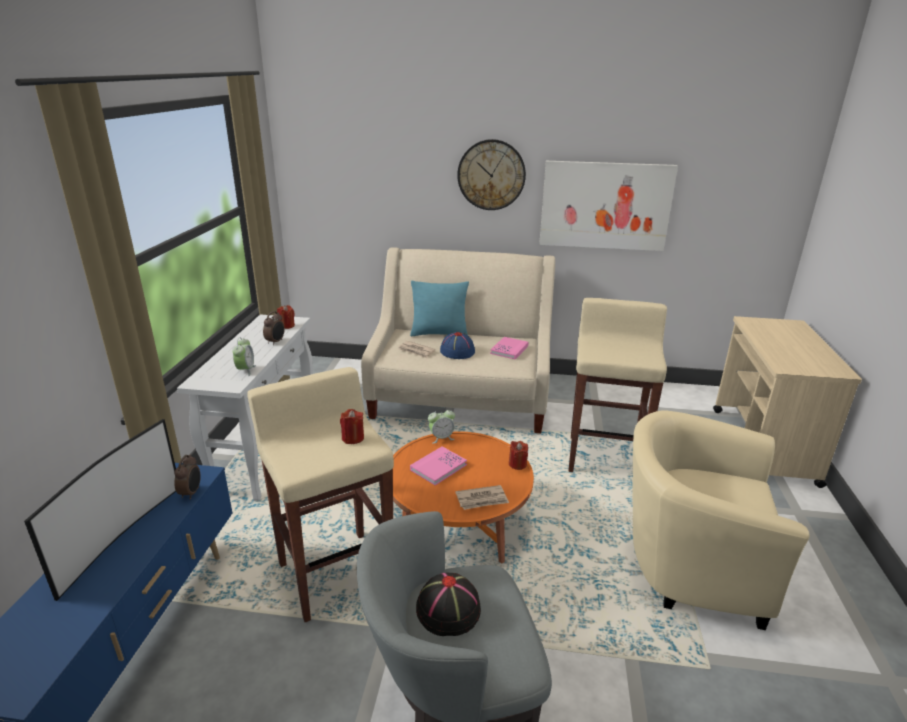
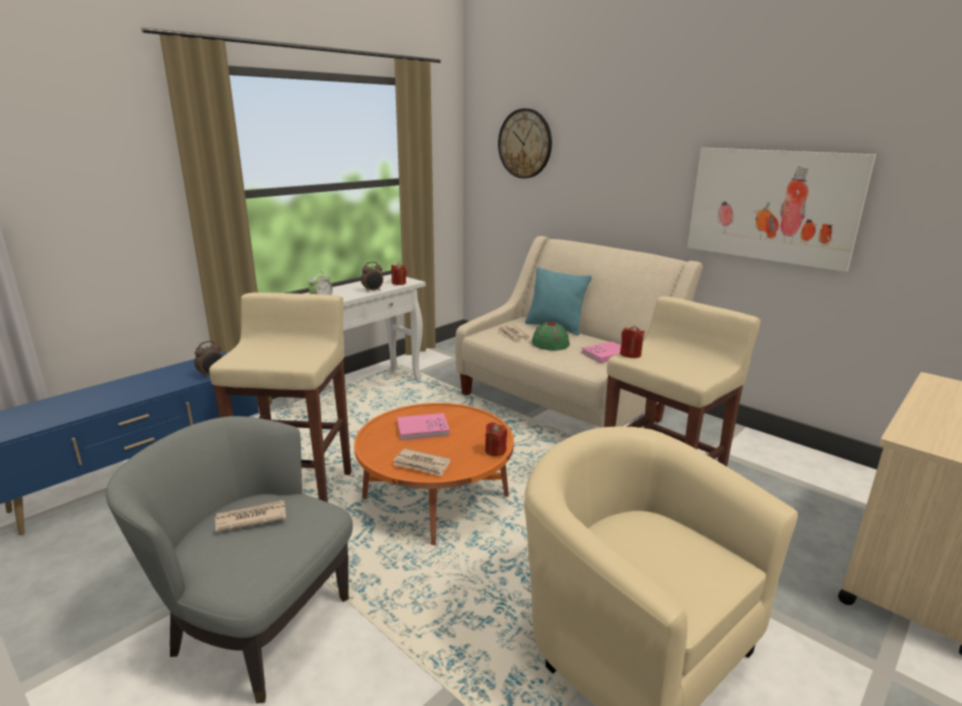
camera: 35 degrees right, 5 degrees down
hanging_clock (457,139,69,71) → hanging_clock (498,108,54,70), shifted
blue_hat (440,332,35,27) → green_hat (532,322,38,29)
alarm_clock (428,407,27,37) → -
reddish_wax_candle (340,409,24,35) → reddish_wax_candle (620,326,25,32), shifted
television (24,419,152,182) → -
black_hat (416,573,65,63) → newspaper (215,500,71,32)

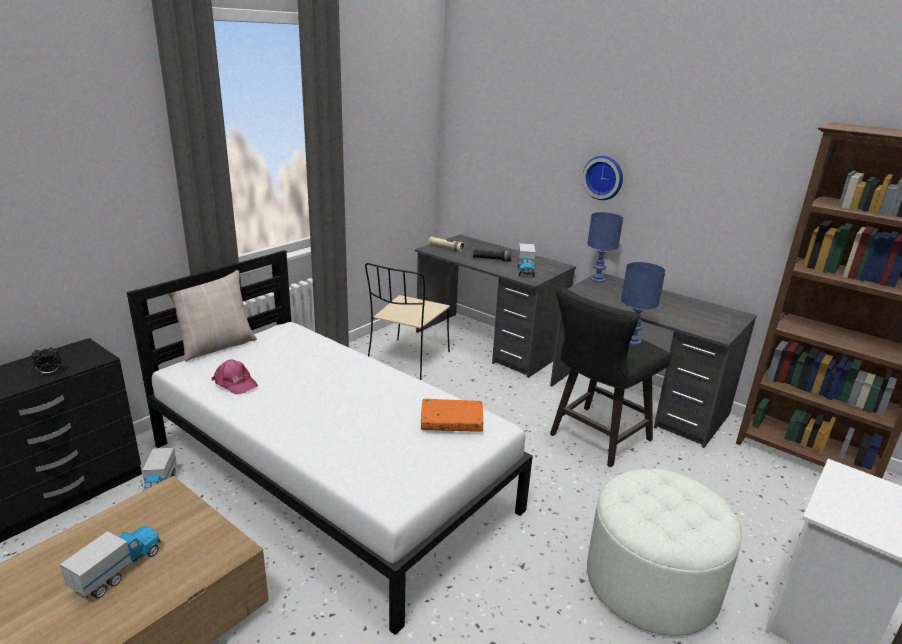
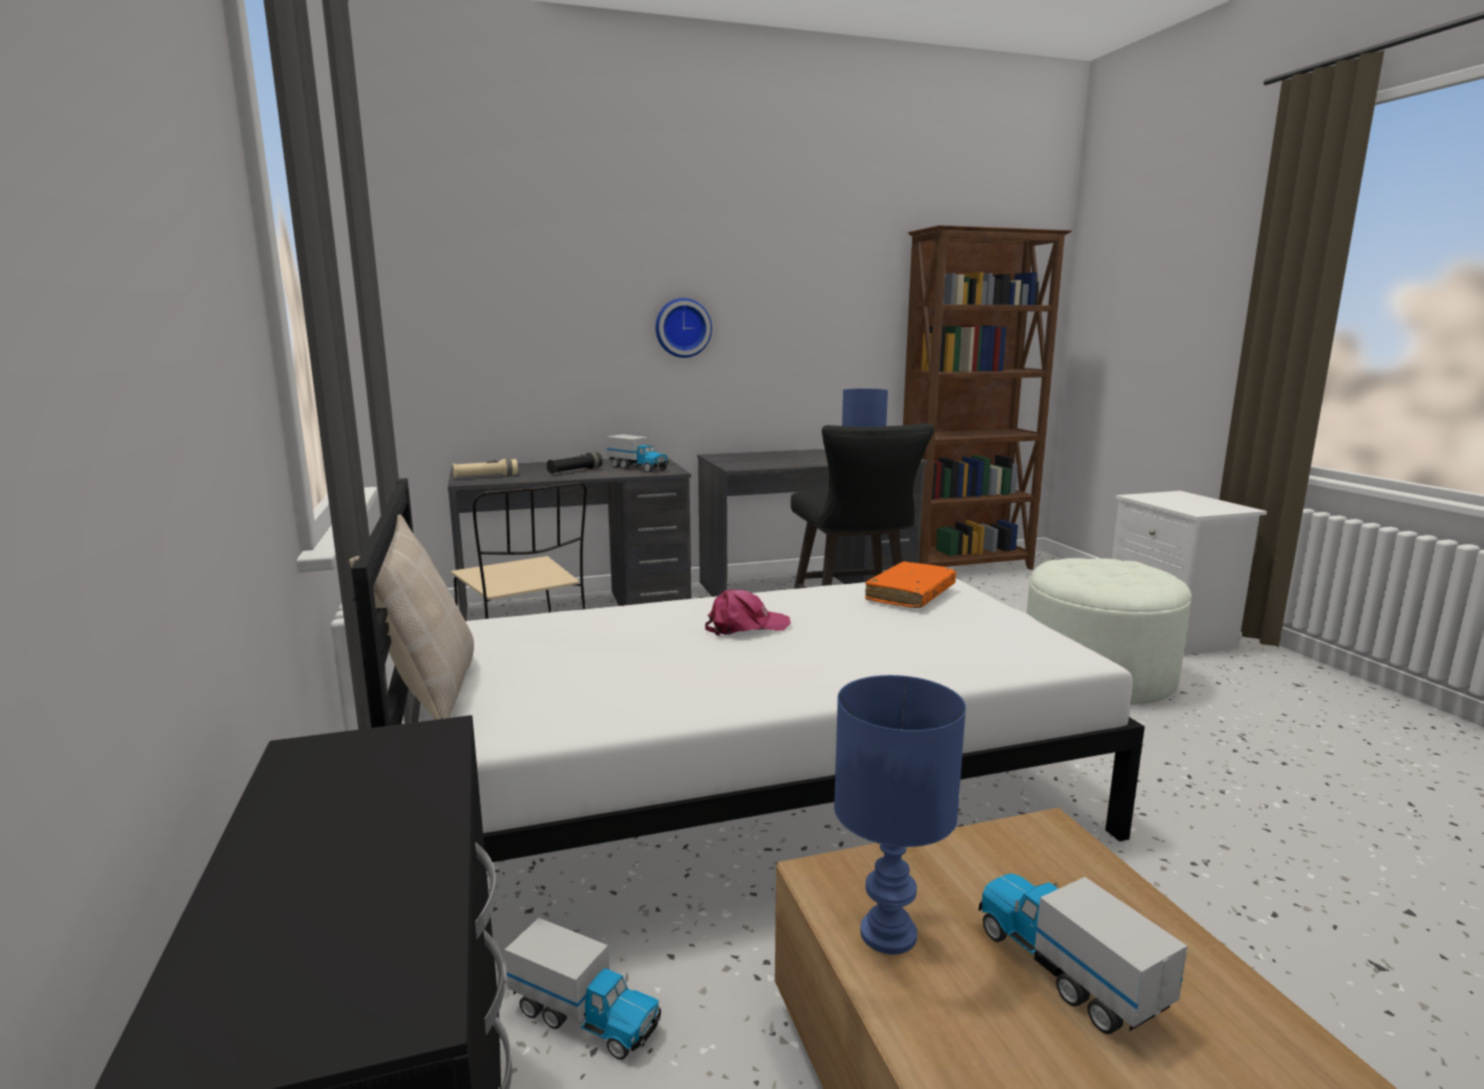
camera: 55 degrees left, 10 degrees down
blue_tabletop_lamp (587,212,36,71) → blue_tabletop_lamp (834,675,132,279), shifted
alarm_clock (31,345,30,30) → -
pink-coloured_baseball_cap (212,359,46,36) → pink-coloured_baseball_cap (705,590,86,46), shifted

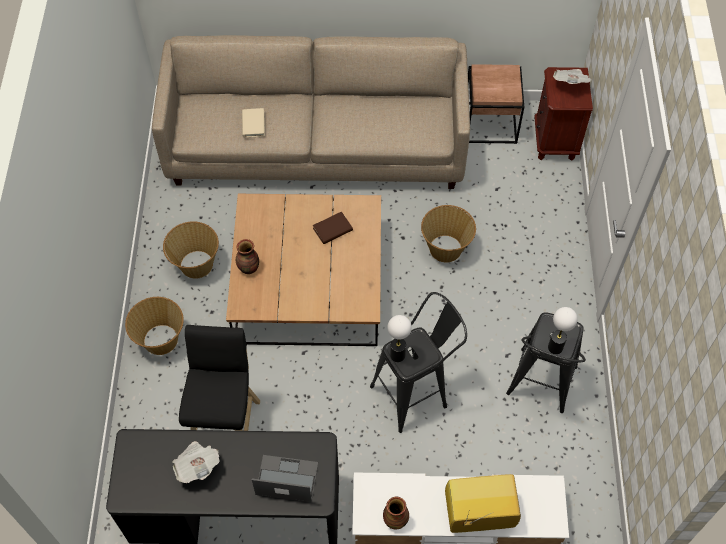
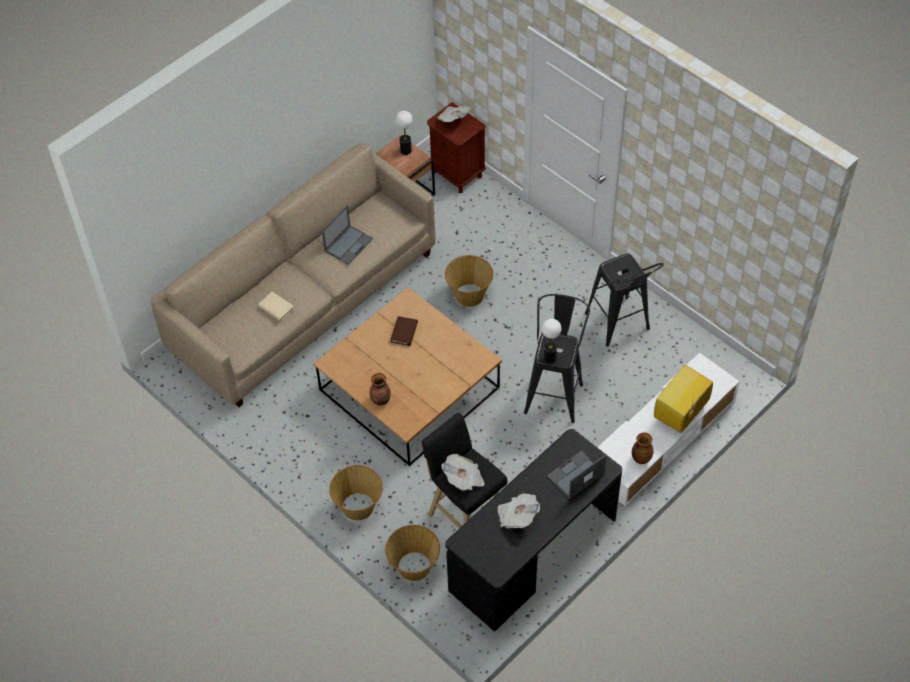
camera: 45 degrees left, 5 degrees down
household_basket (163,221,56,58) → household_basket (385,525,55,56), shifted
tabletop_lamp (548,307,30,47) → tabletop_lamp (395,111,18,44), shifted
- → notebook_computer (322,205,51,60)
- → newspaper (441,454,44,37)

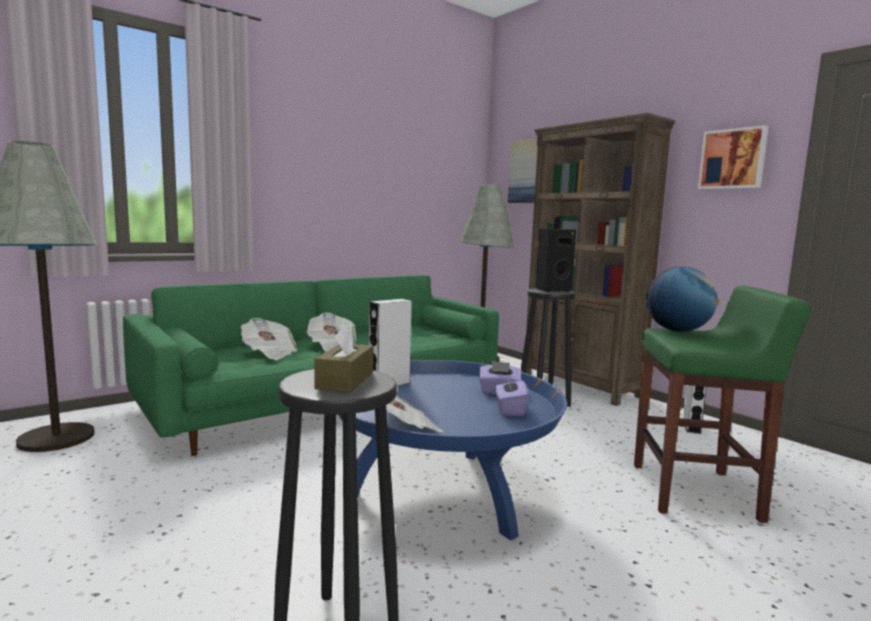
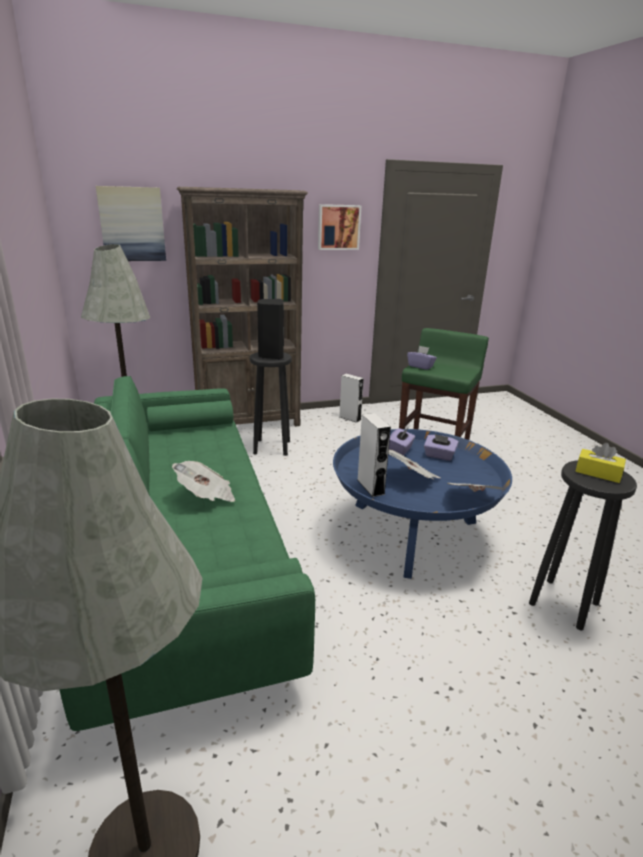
camera: 70 degrees left, 15 degrees up
world_globe (646,266,73,66) → purple-coloured_box_of_tissues (407,346,30,24)
newspaper (241,318,56,42) → newspaper (388,450,52,29), shifted
brown-coloured_box_of_tissues (314,323,59,70) → yellow_box_of_tissues (575,443,51,40)

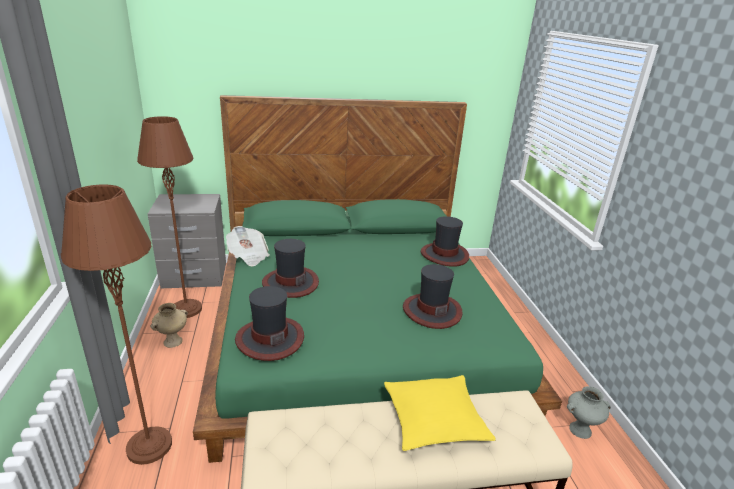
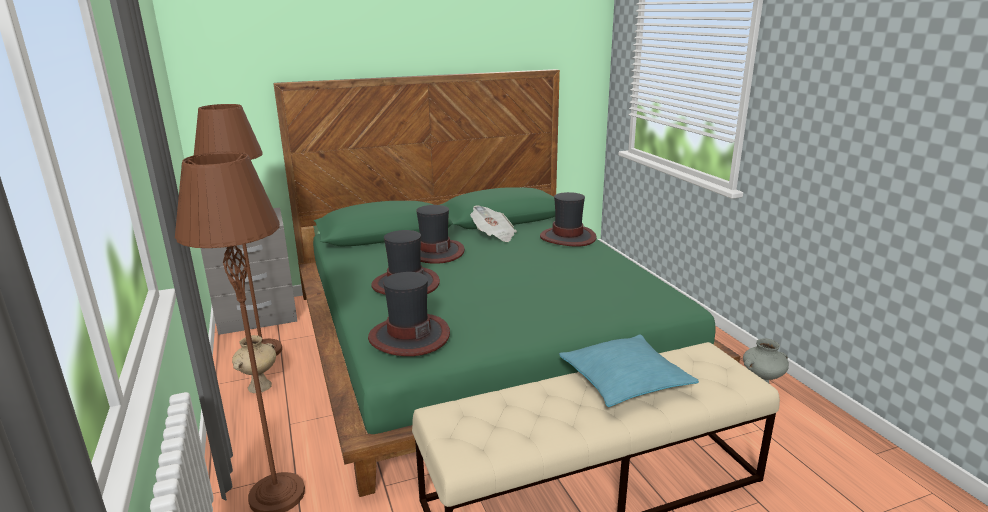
camera: 10 degrees left, 5 degrees down
newspaper (226,226,44,41) → newspaper (470,205,47,37), shifted
hat (403,264,60,65) → hat (416,205,49,59), shifted
yellow_throw_pillow (384,375,112,76) → turquoise_throw_pillow (559,335,140,72)

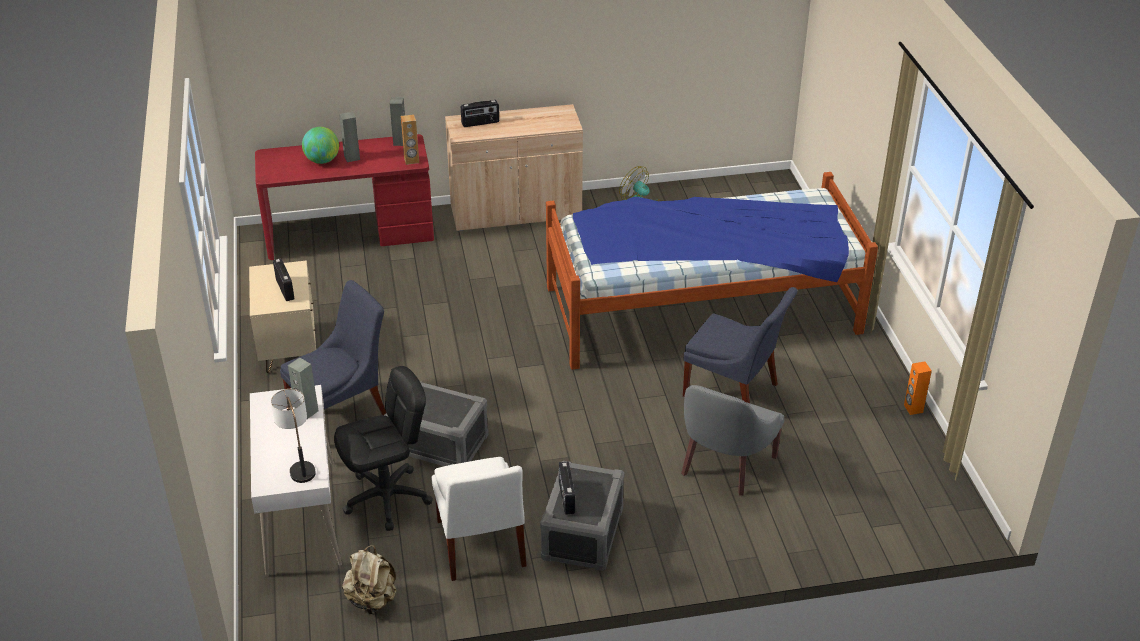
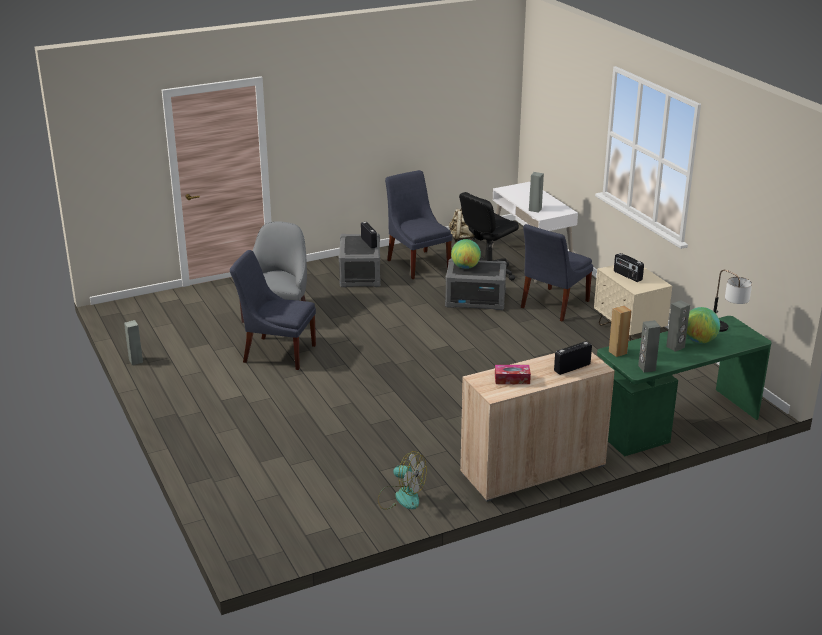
camera: 165 degrees right, 10 degrees down
reddish_desk_unit (255,134,179,126) → green_desk_unit (597,316,175,140)
sleeping_bed (546,172,332,198) → -
orange-coloured_loudspeaker (904,362,28,53) → grey_loudspeaker (124,320,19,45)
tabletop_lamp (271,389,45,94) → tabletop_lamp (714,270,38,62), shifted
white-coloured_chair (431,457,96,124) → blue_chair (385,170,67,109)
- → world_globe (451,239,30,30)
- → box_of_tissues (495,365,36,19)

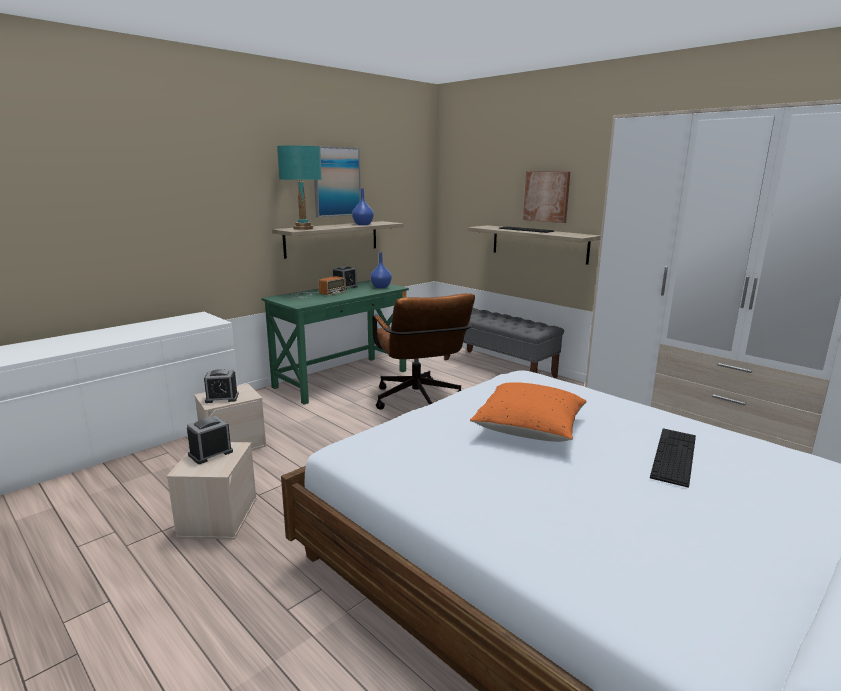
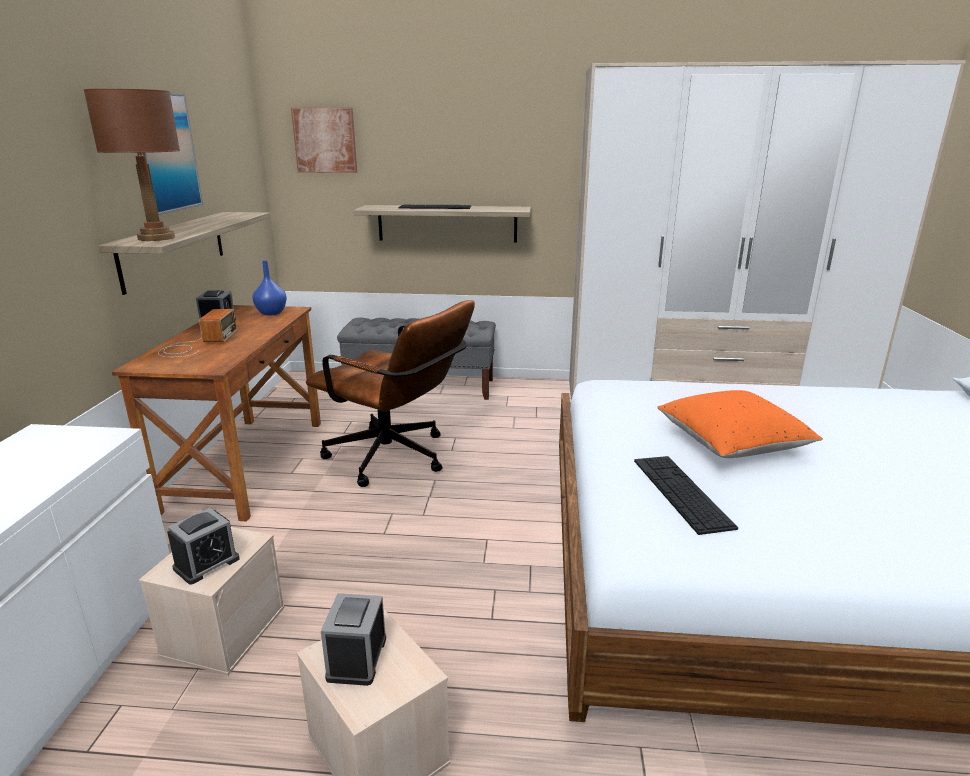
camera: 40 degrees left, 5 degrees up
turquoise_tabletop_lamp (277,145,45,85) → brown-coloured_tabletop_lamp (84,88,96,153)
picture (523,171,47,52) → picture (291,108,66,65), shifted
blue_decorative_vase (352,188,22,37) → -
green_desk_unit (261,280,148,125) → brown-coloured_desk_unit (112,305,209,216)
keyboard (650,428,46,60) → keyboard (634,456,104,79), shifted

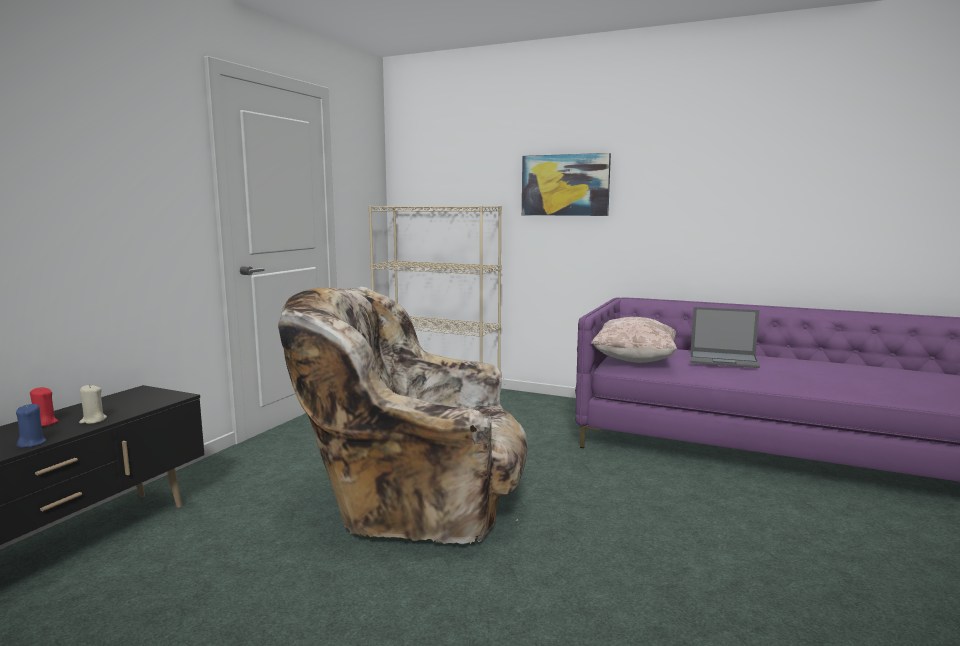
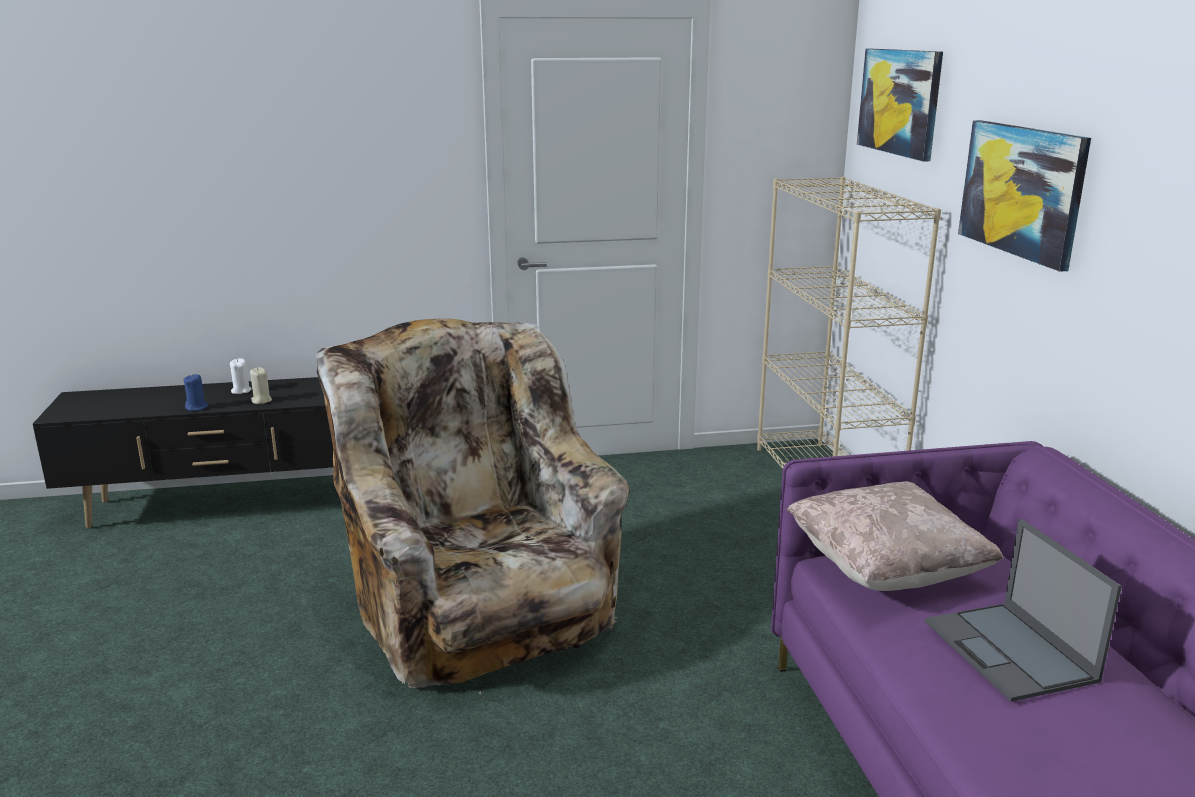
camera: 55 degrees right, 10 degrees up
reddish_wax_candle (30,387,28,40) → white-coloured_wax_candle (230,358,22,36)
- → picture (857,49,86,112)

